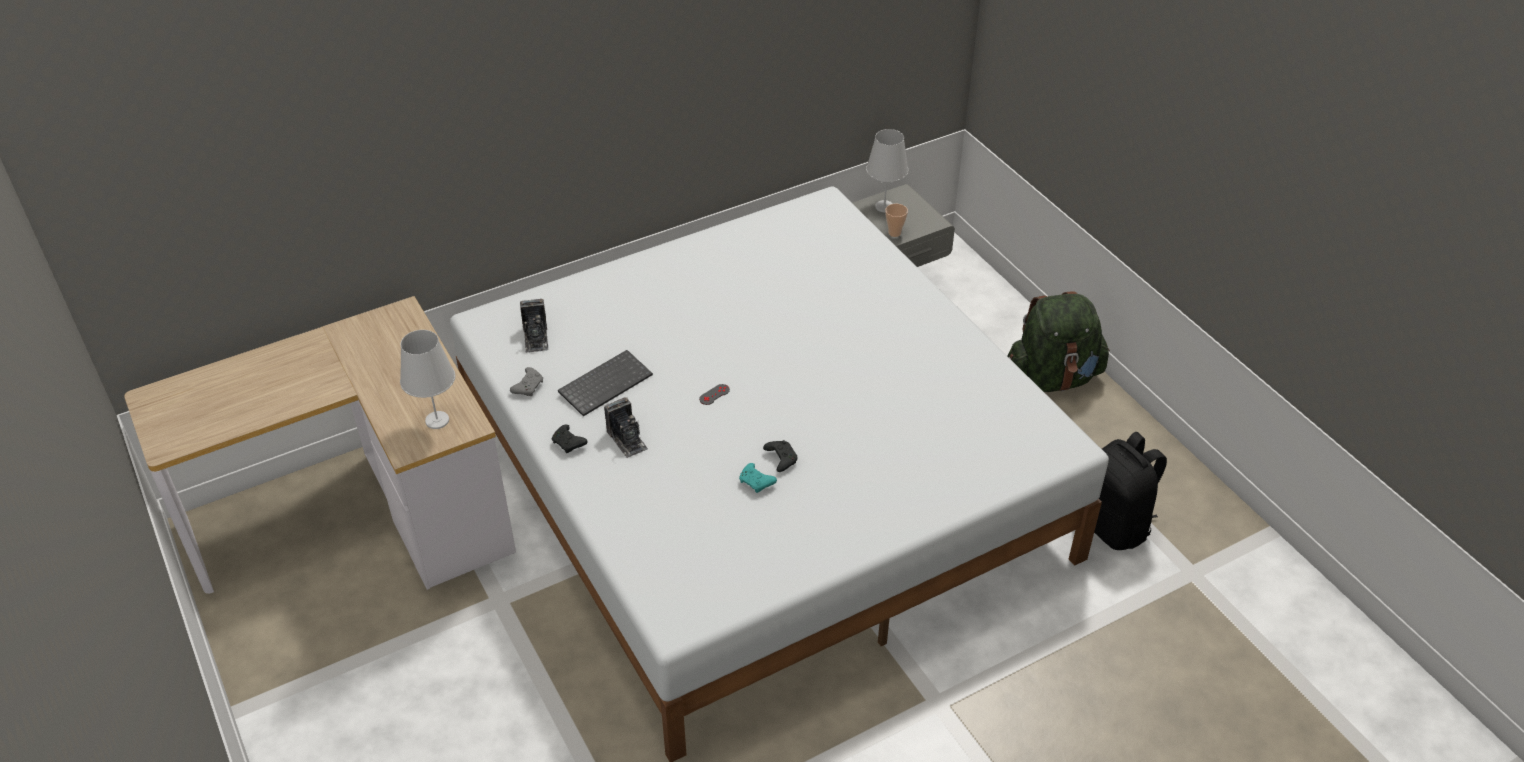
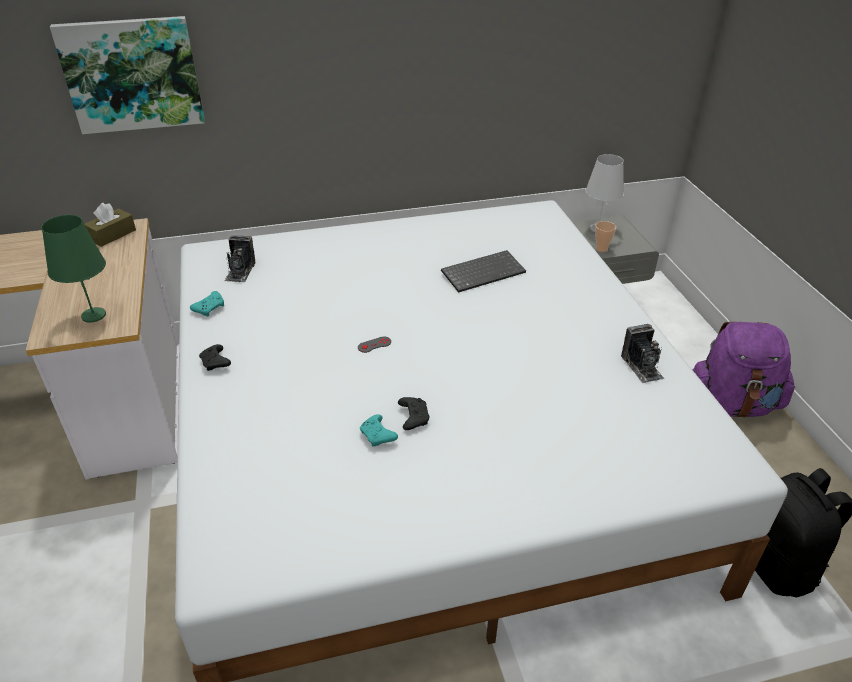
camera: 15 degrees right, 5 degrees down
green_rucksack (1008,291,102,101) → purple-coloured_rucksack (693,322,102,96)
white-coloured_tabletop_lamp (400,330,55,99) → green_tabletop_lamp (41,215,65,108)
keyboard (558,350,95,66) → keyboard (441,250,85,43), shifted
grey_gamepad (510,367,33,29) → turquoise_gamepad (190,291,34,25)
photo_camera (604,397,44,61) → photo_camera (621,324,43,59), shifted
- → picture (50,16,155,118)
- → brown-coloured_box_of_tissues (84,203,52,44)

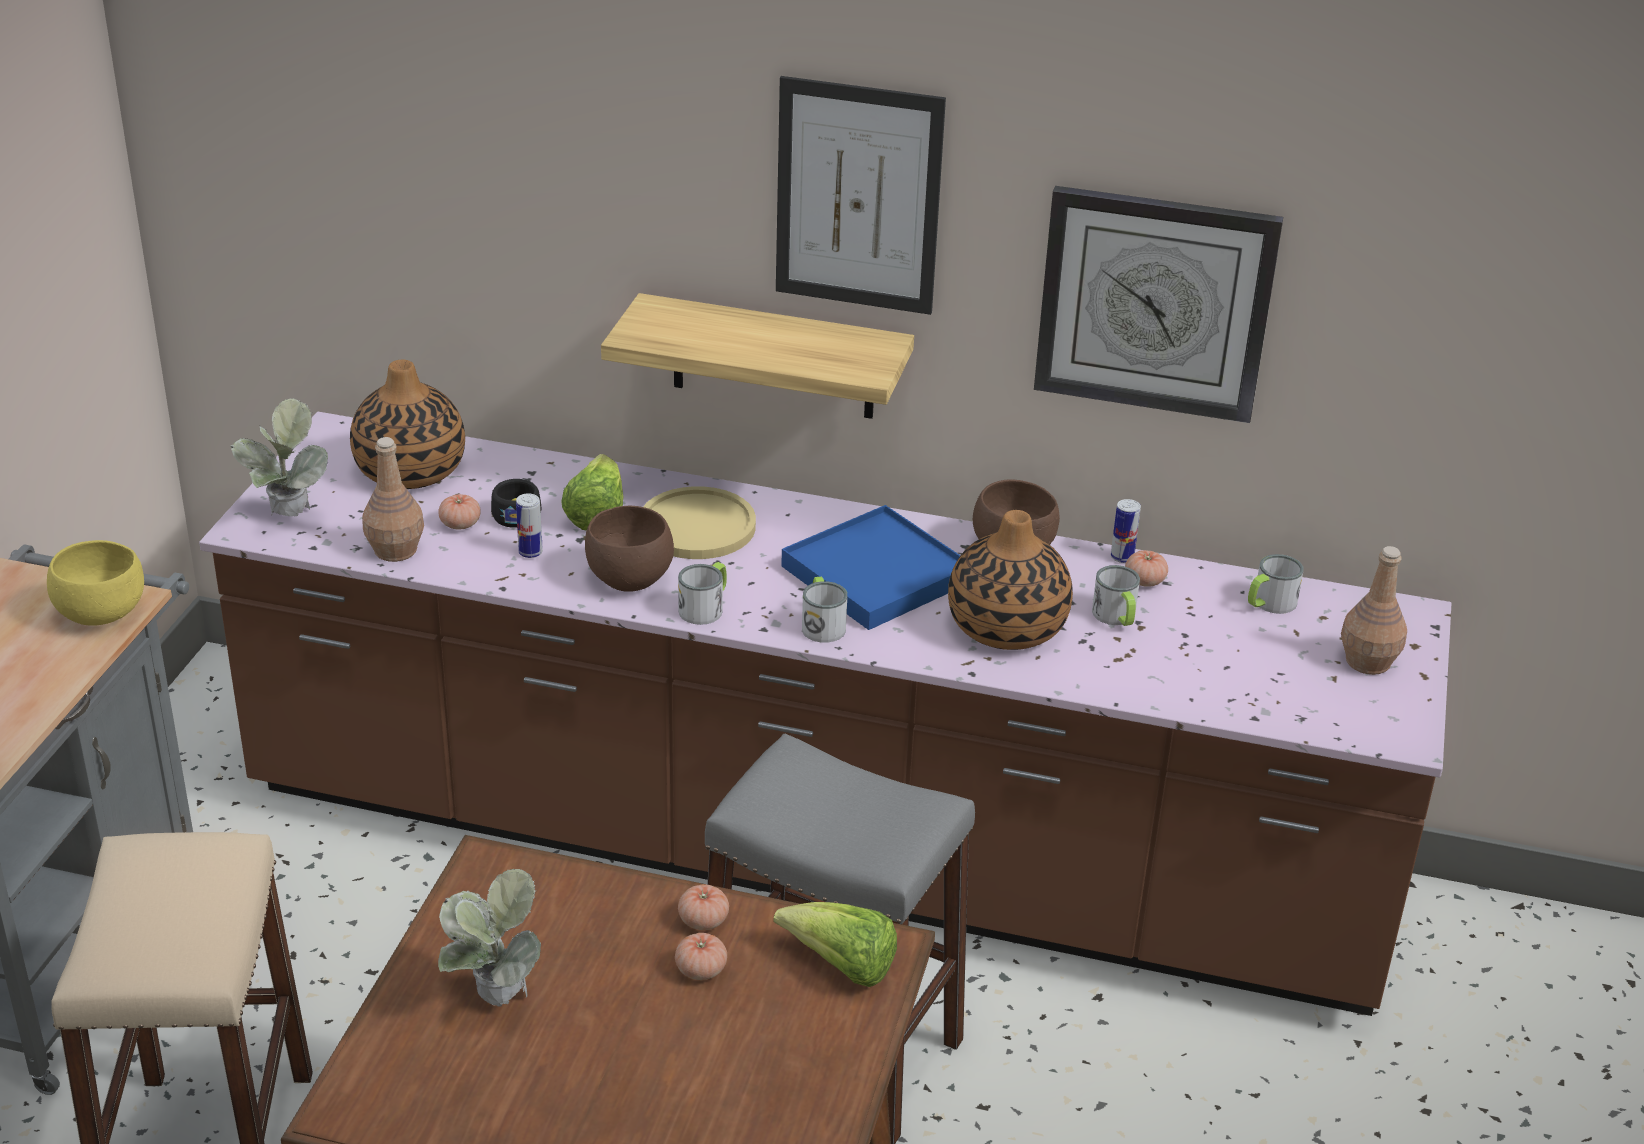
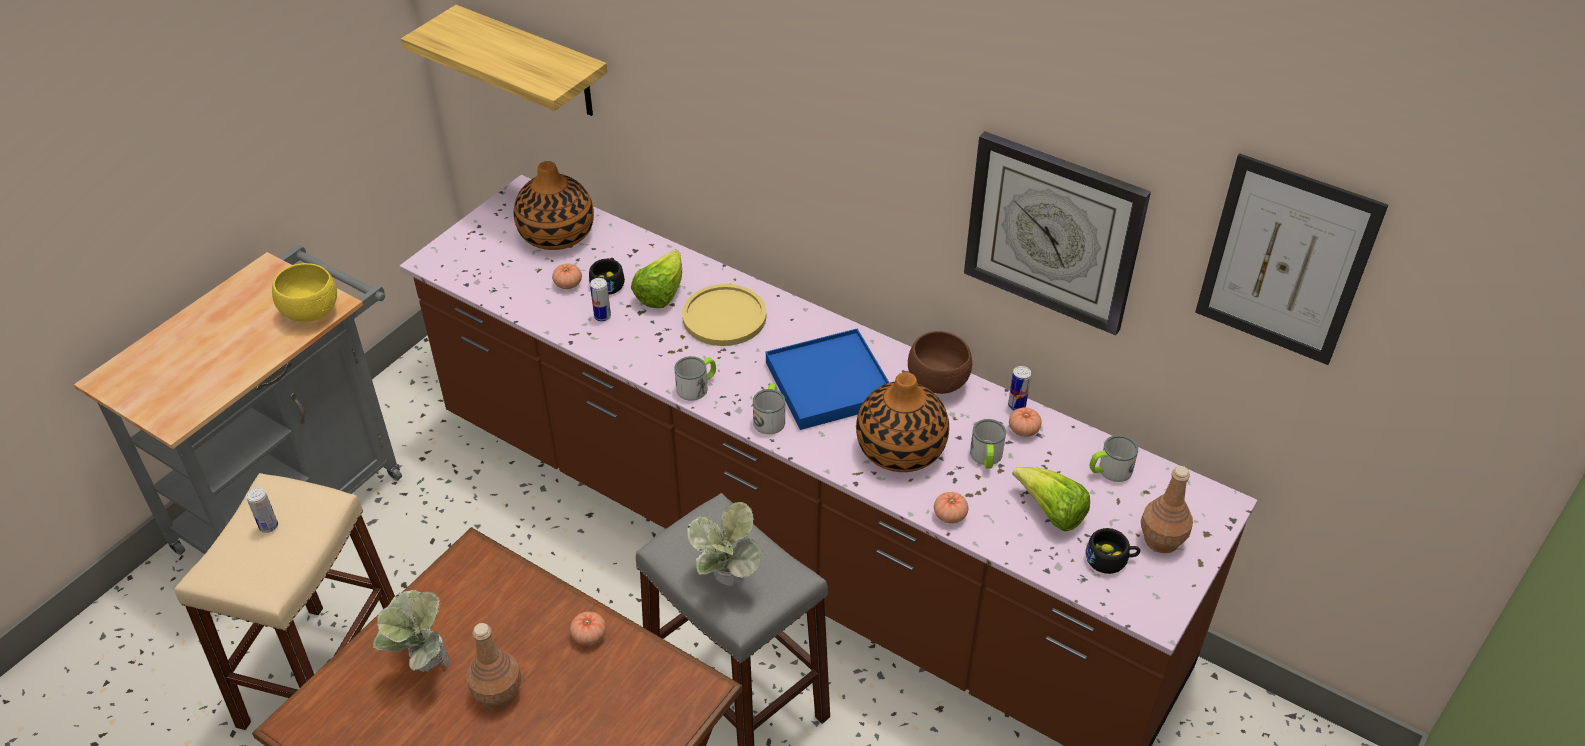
camera: 20 degrees right, 10 degrees up
picture (776,76,170,239) → picture (1195,153,193,212), shifted
wall_shelf (601,293,313,126) → wall_shelf (401,5,207,111), shifted
potted_plant (231,398,97,119) → potted_plant (687,502,75,84), shifted
brown-coloured_bottle (362,437,62,125) → brown-coloured_bottle (466,623,56,86), shifted
brown-coloured_bowl (585,506,89,86) → -
lettuce_head (773,902,124,85) → lettuce_head (1012,467,78,65), shifted
whole_tomato (675,933,52,47) → whole_tomato (934,492,34,32), shifted
- → can (246,487,32,46)
- → black_cup (1085,528,55,46)

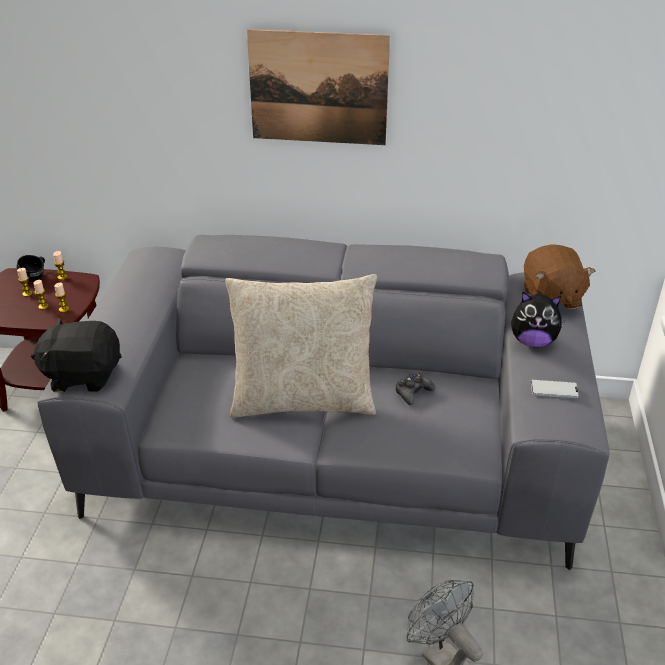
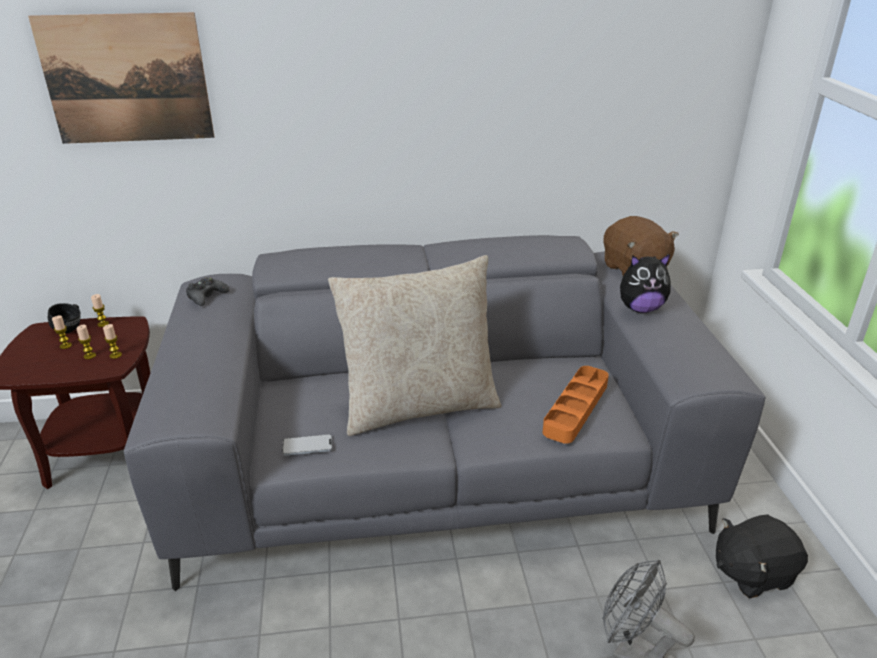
camera: 15 degrees left, 5 degrees down
picture (247,29,143,116) → picture (28,12,187,132), shifted
black_cuddly_toy (31,318,90,74) → black_cuddly_toy (716,514,92,85), shifted
black_gamepad (396,373,39,32) → black_gamepad (186,278,43,28), shifted
handset (531,379,48,19) → handset (282,434,50,22), shifted
- → orange-coloured_serving_tray (543,366,66,78)

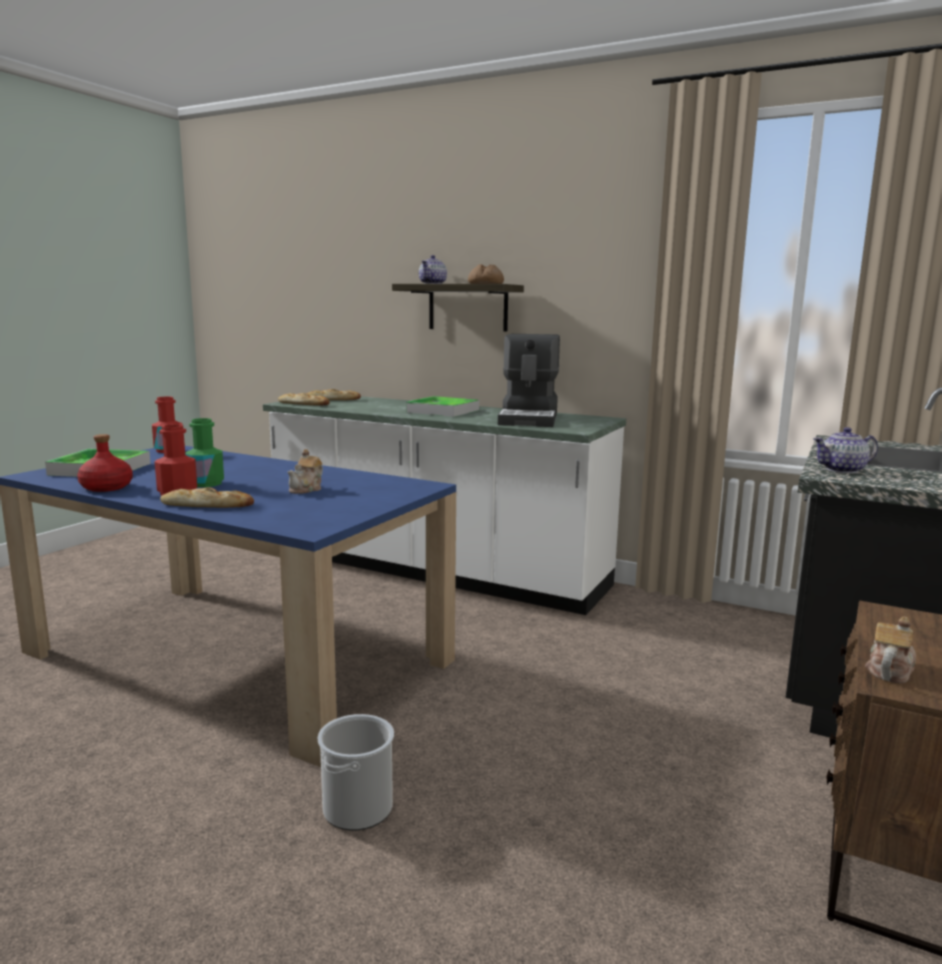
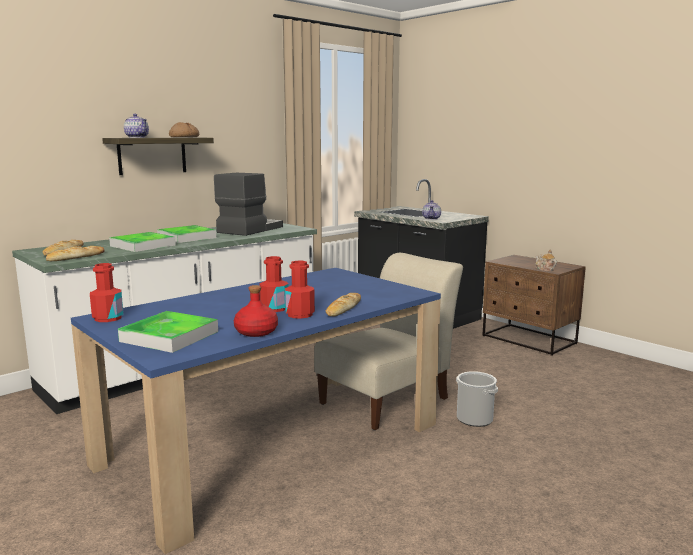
camera: 70 degrees left, 0 degrees up
coffee_brewer (498,334,62,93) → coffee_brewer (214,173,69,63), 90 degrees counterclockwise
green_bottle (185,418,39,69) → reddish_bottle (260,256,29,56)
teapot (287,449,36,45) → -
- → serving_tray (109,232,67,20)
- → beige_chair (314,253,149,177)

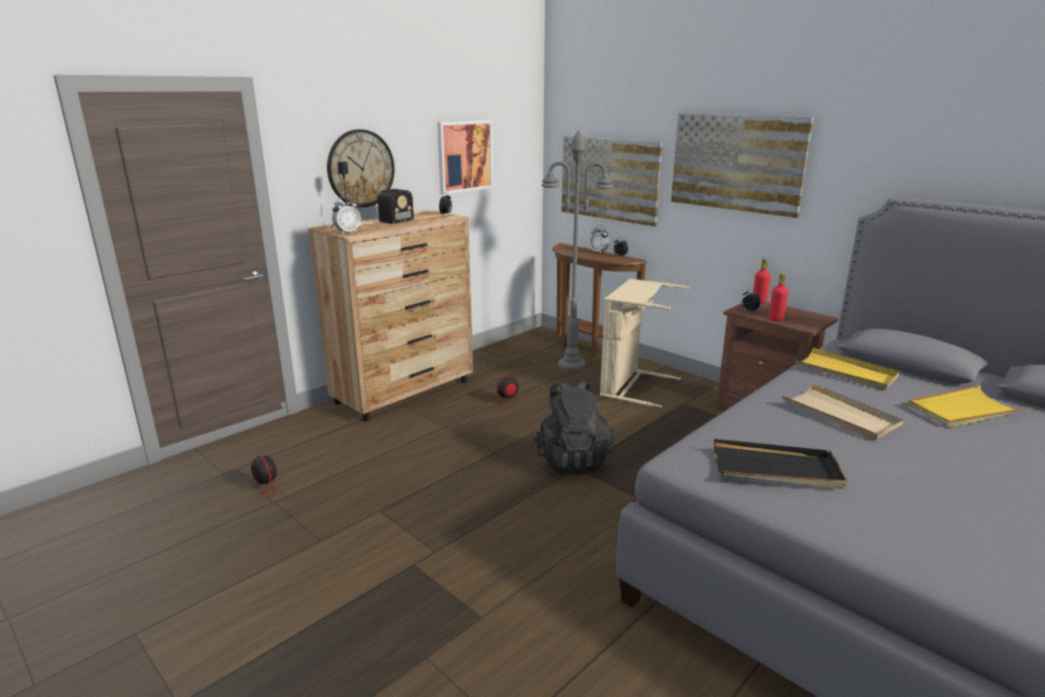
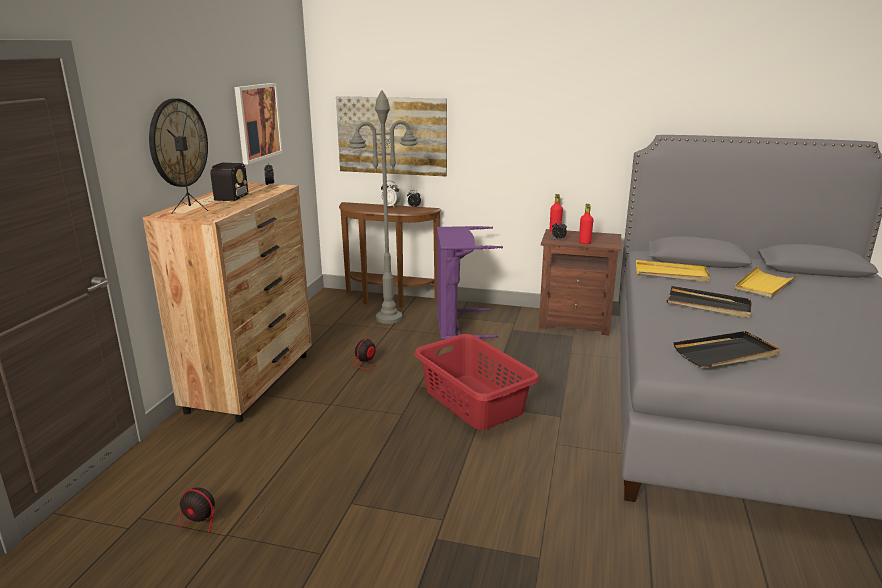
camera: 30 degrees left, 0 degrees up
picture (671,113,143,105) → -
alarm_clock (332,196,29,38) → -
beige_hamper (600,279,89,129) → purple-coloured_hamper (437,226,66,113)
black_rucksack (534,380,79,95) → reddish_hamper (414,334,126,96)
beige_serving_tray (782,383,121,57) → black_serving_tray (667,286,84,32)

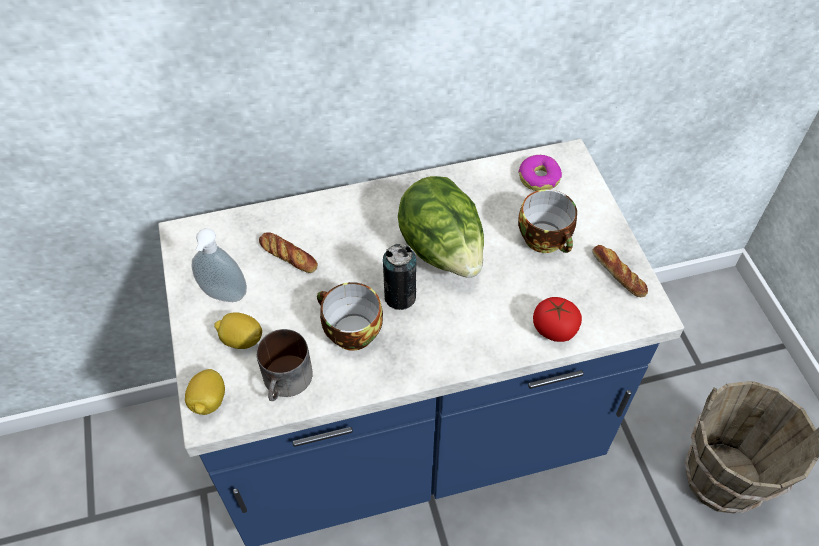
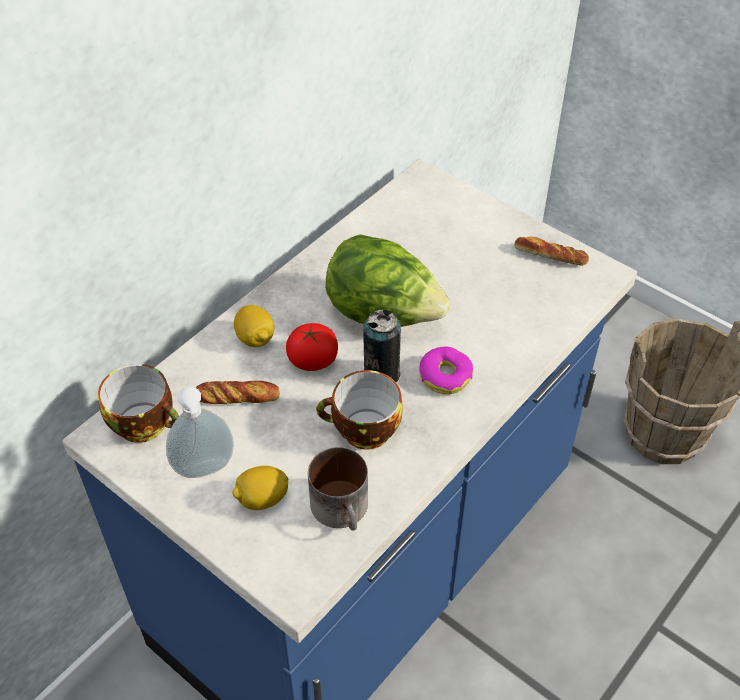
camera: 35 degrees left, 5 degrees down
ring_doughnut (518,155,44,36) → ring_doughnut (419,347,54,47), shifted
cup (518,189,59,64) → cup (98,364,81,79), shifted
whole_tomato (533,297,49,45) → whole_tomato (286,323,52,48), shifted
citrus_fruit (185,369,40,46) → citrus_fruit (234,305,40,42), shifted

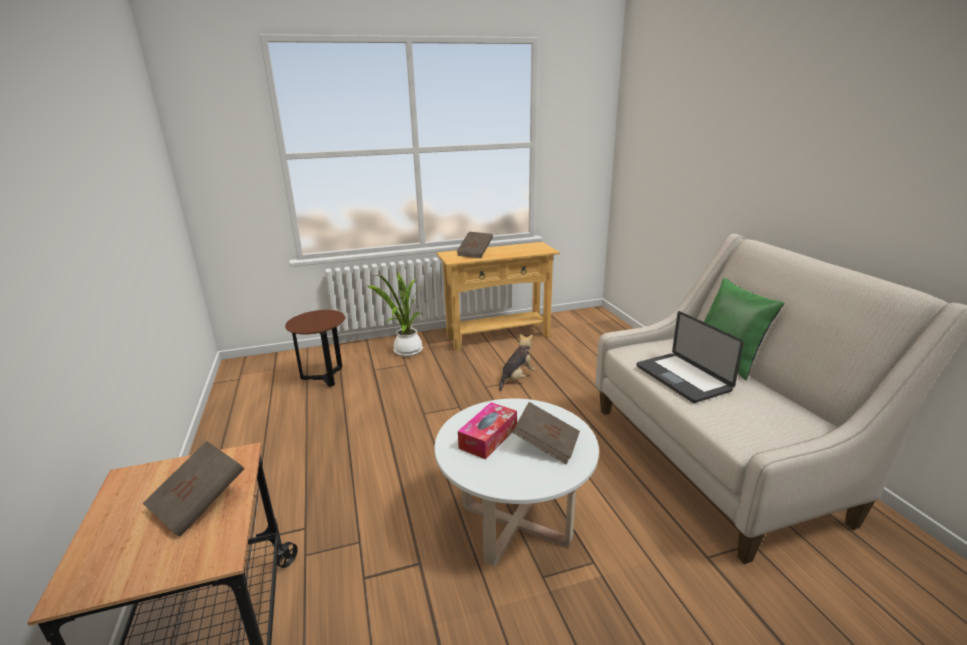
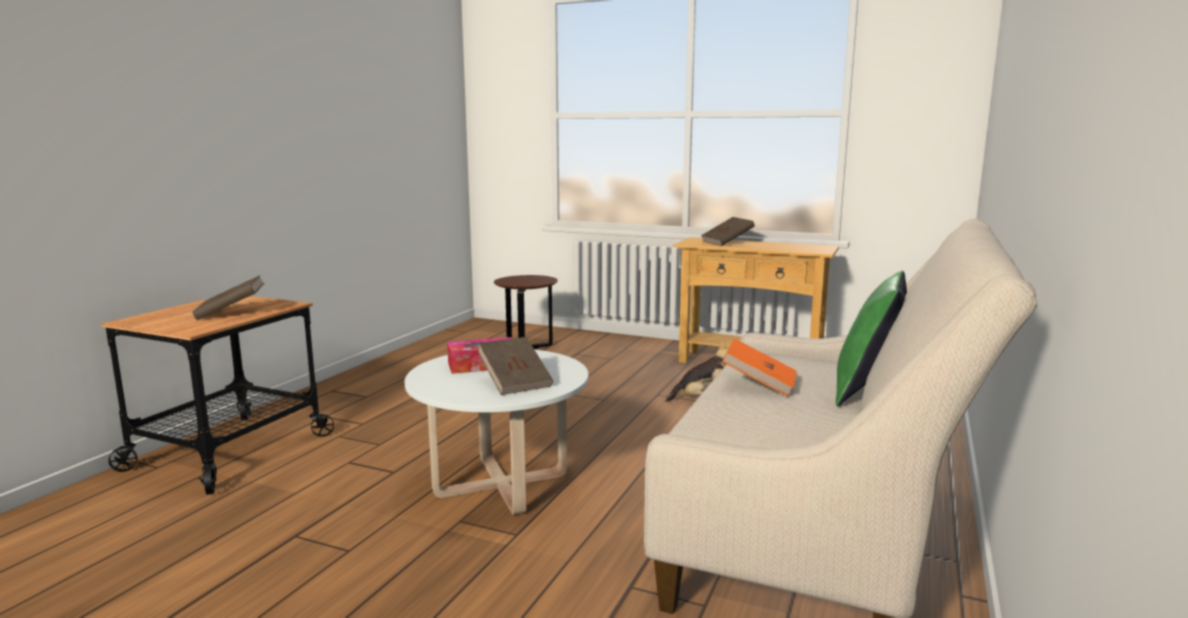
camera: 40 degrees right, 10 degrees down
potted_plant (368,272,55,85) → -
notebook_computer (636,311,108,92) → orange-coloured_bound_book (722,338,75,59)

